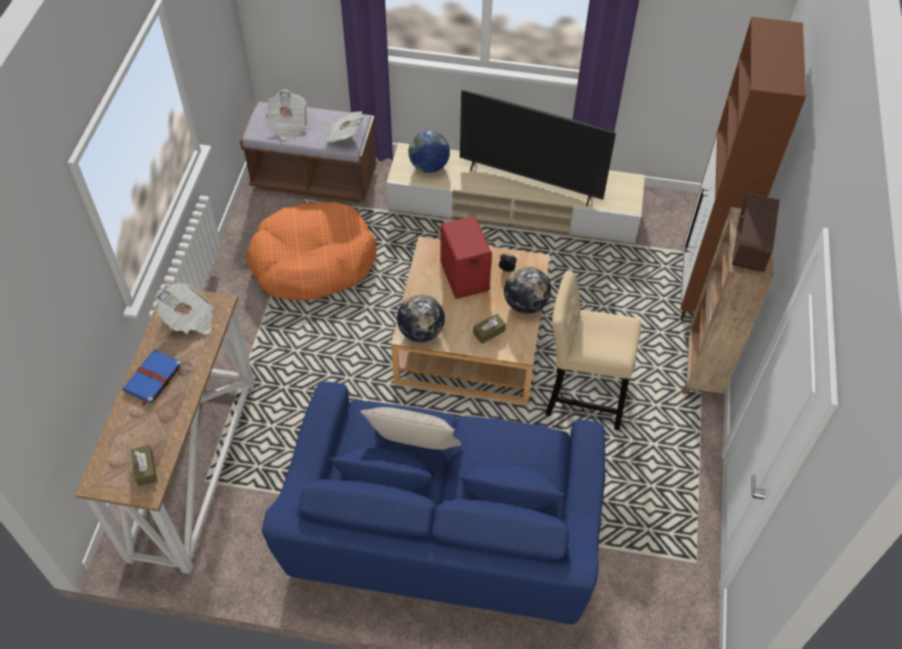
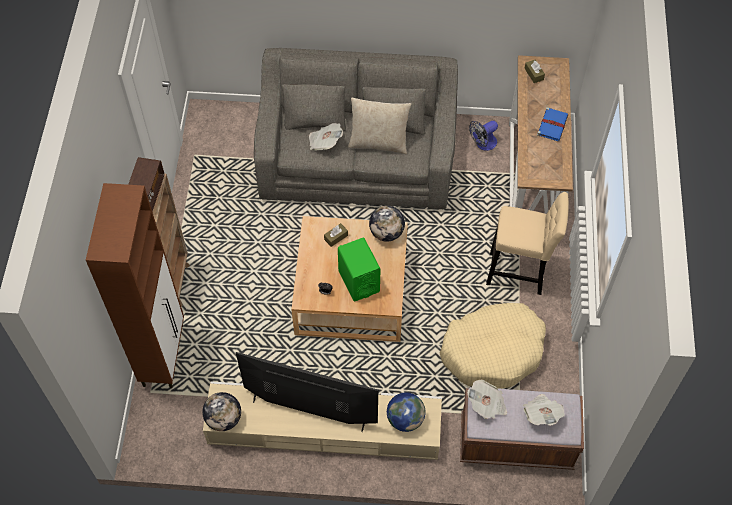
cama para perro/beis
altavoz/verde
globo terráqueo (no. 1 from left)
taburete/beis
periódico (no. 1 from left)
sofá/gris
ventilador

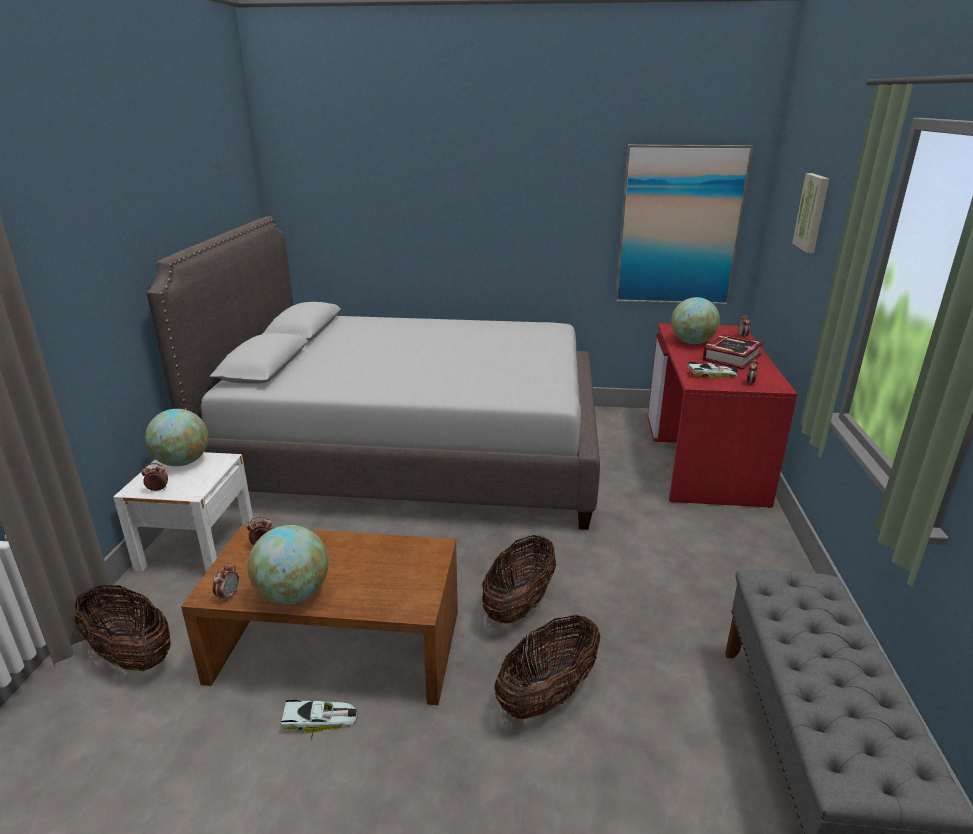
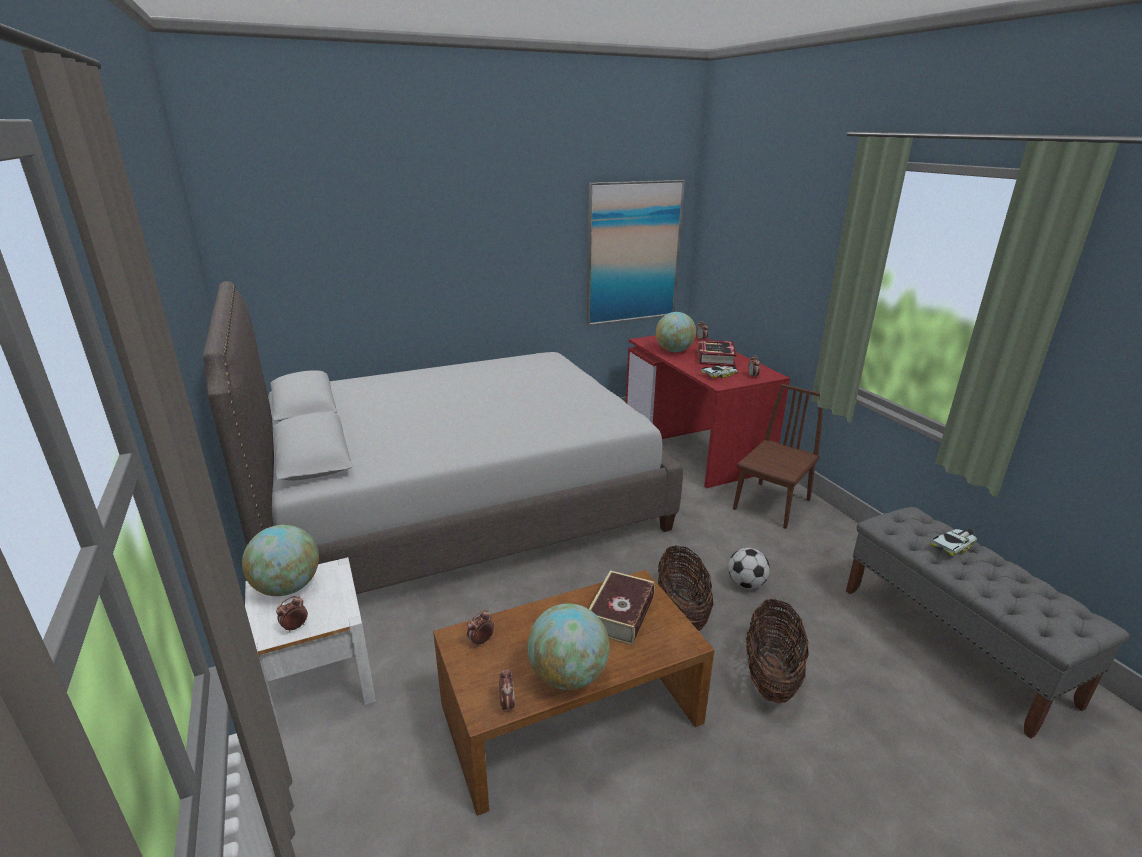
cuadro (no. 2 from left in the first image)
cesta (no. 1 from left in the first image)
coche de juguete (no. 2 from left)
silla/marrón
balón de fútbol
libro (no. 1 from left)

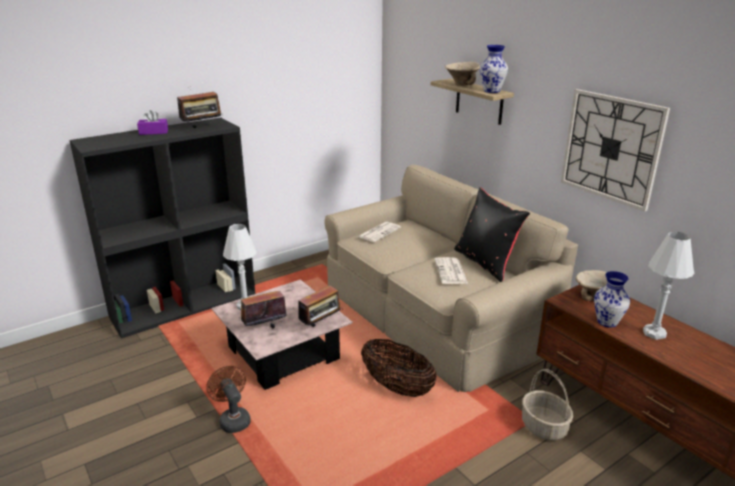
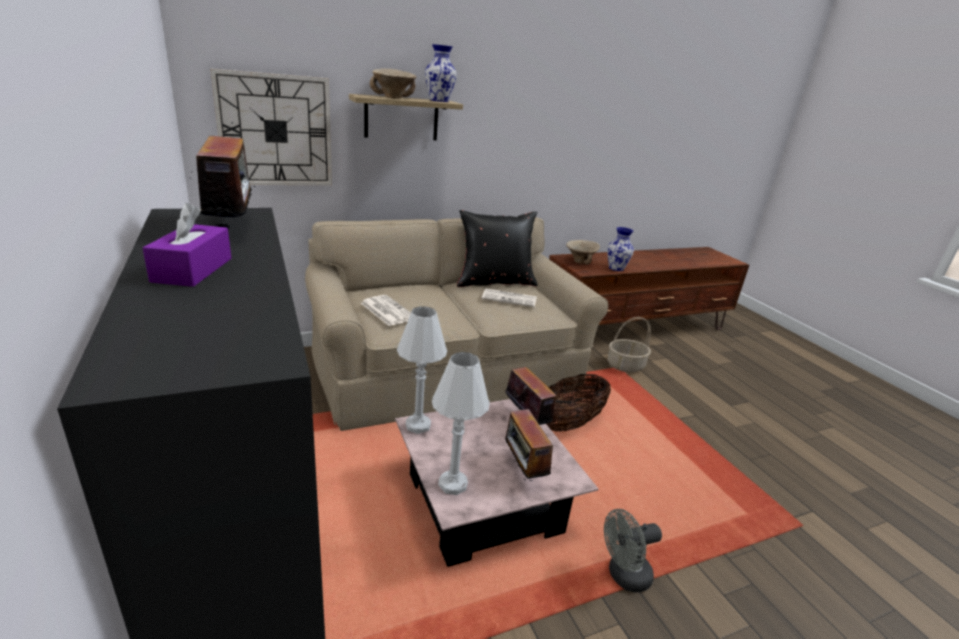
reloj de pared
lámpara de mesa/blanco (no. 1 from left)
ventilador/gris

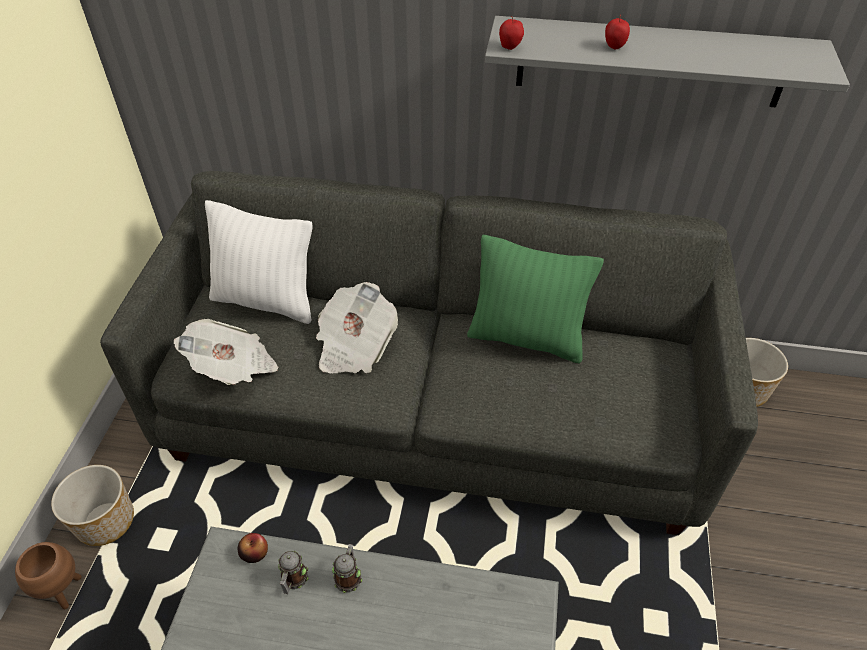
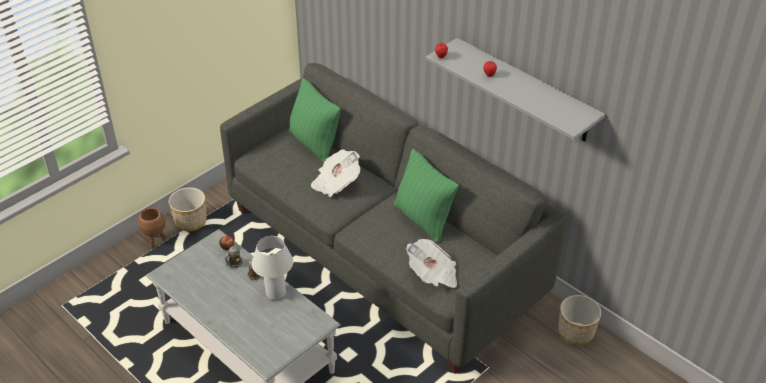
cojín/verde (no. 1 from left)
periódico (no. 2 from left)
lámpara de mesa/blanco

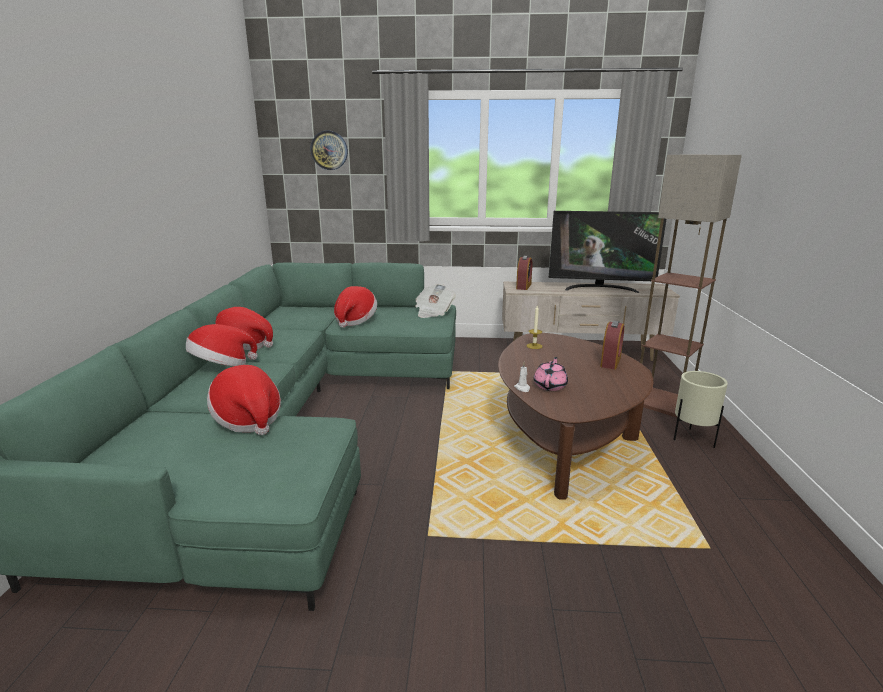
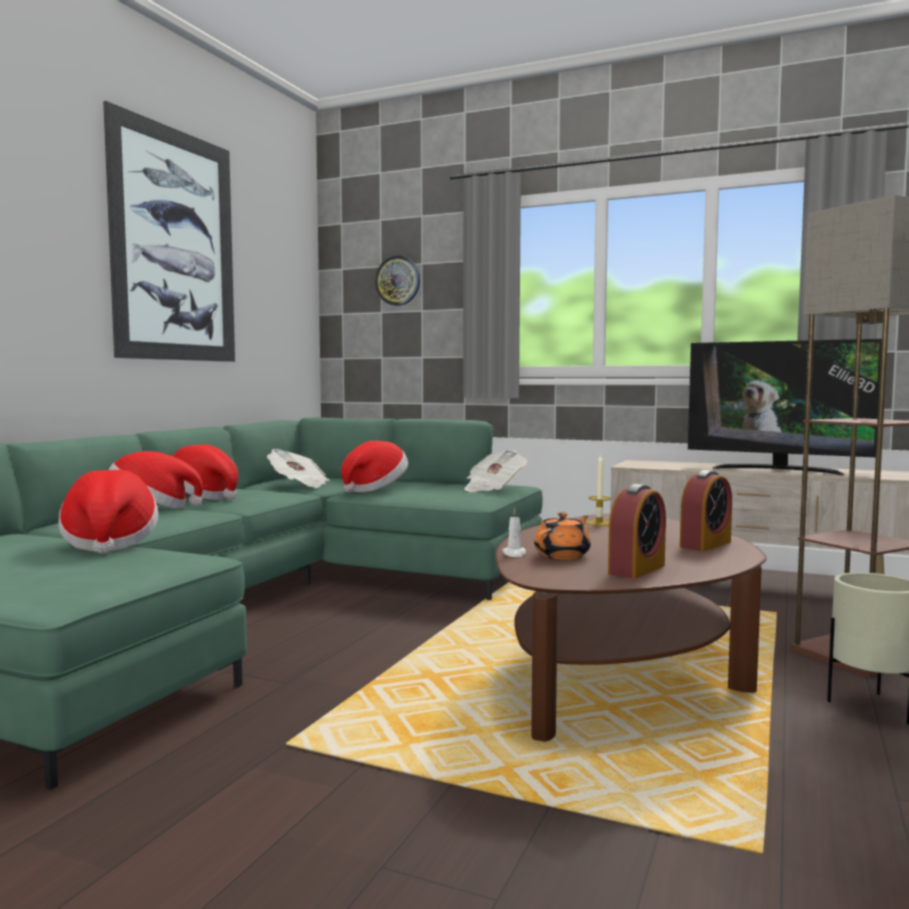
despertador (no. 1 from left)
tetera/naranja
cuadro
periódico (no. 1 from left)

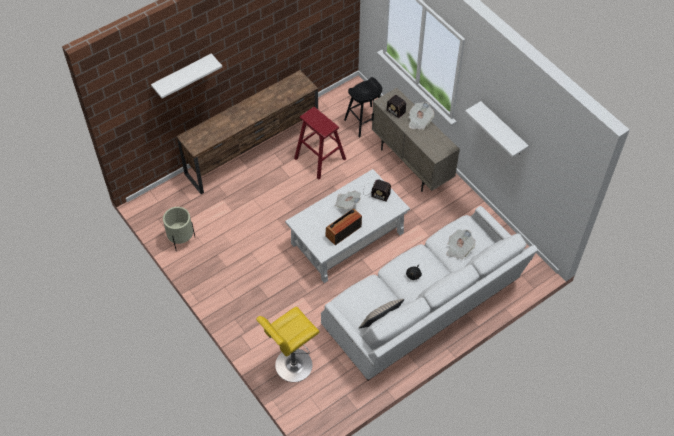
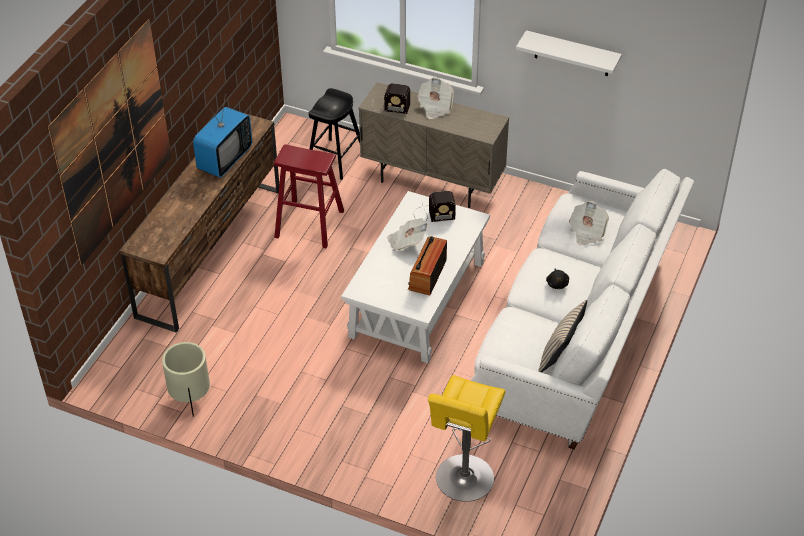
cuadro
televisor

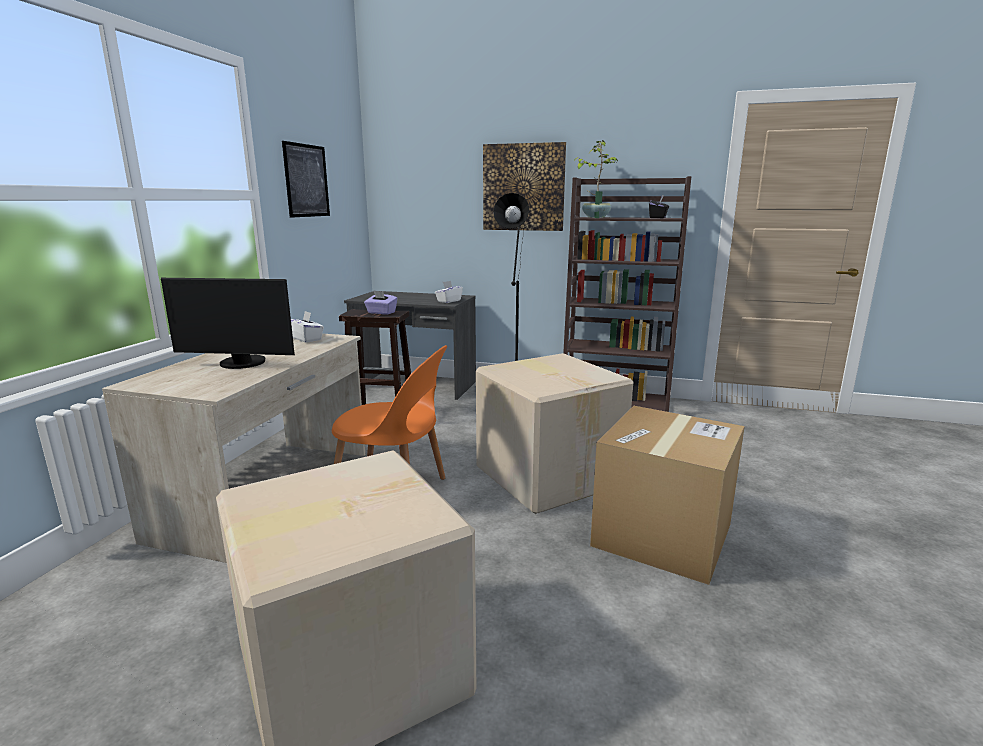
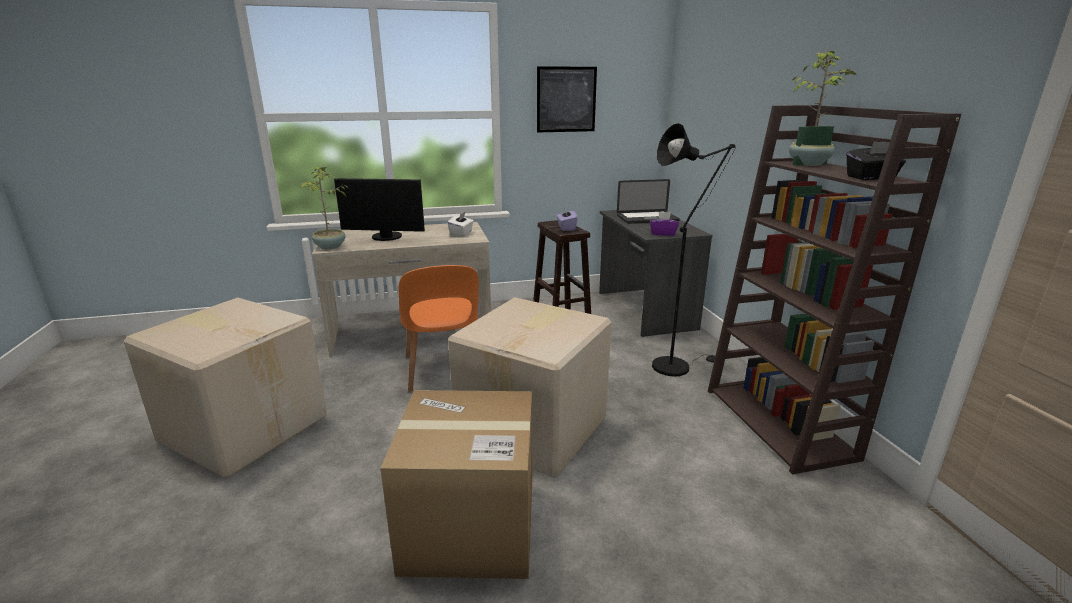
cuadro (no. 2 from left in the first image)
monitor
caja de pañuelos/morado (no. 2 from left)
planta en maceta (no. 1 from left)
portátil

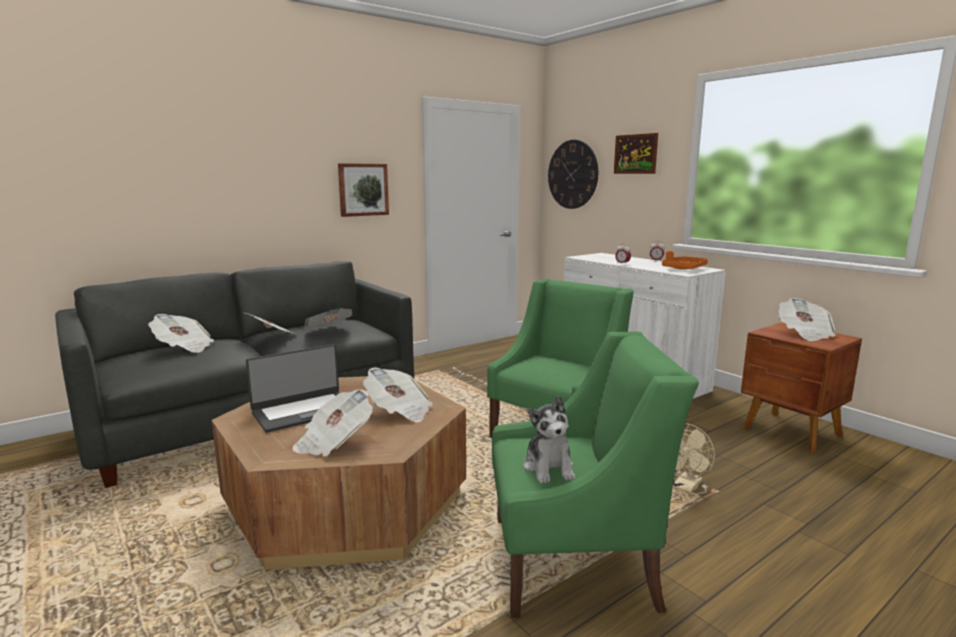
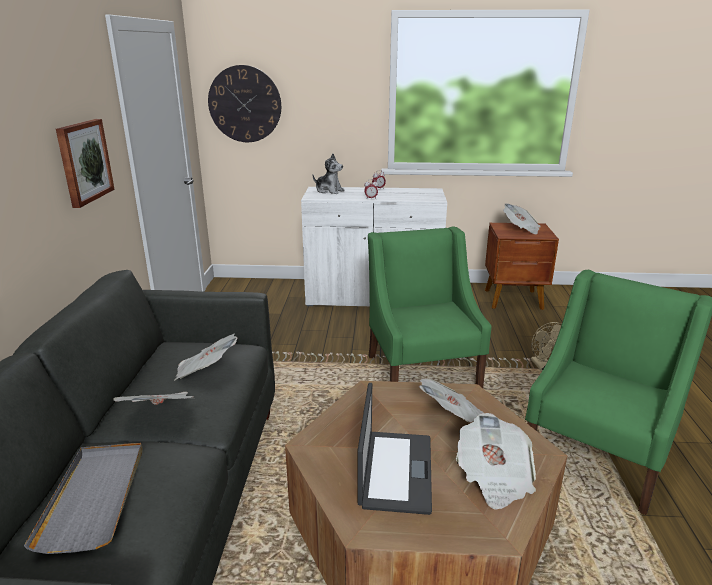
cuadro (no. 2 from left in the first image)
bandeja/naranja
bandeja/gris
peluche

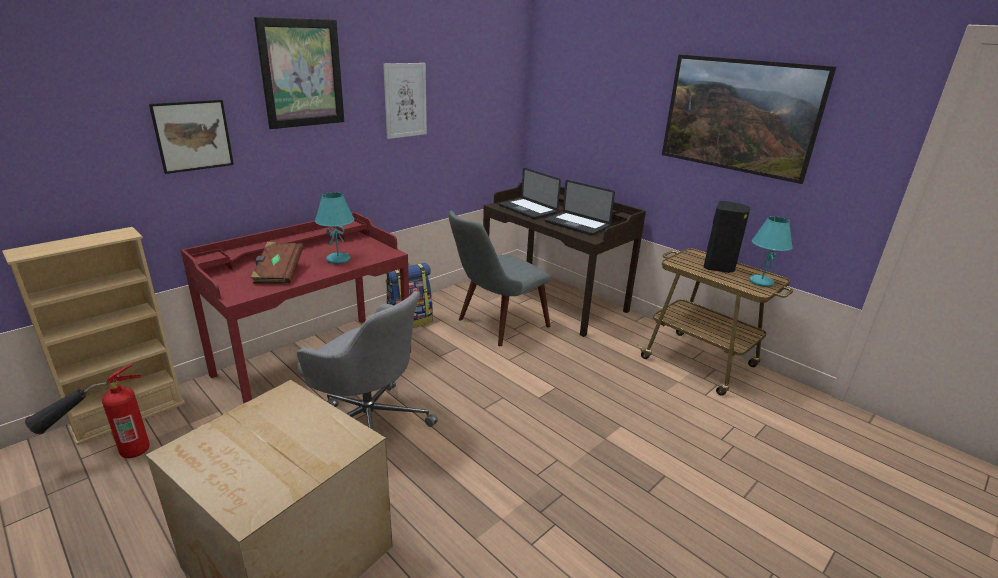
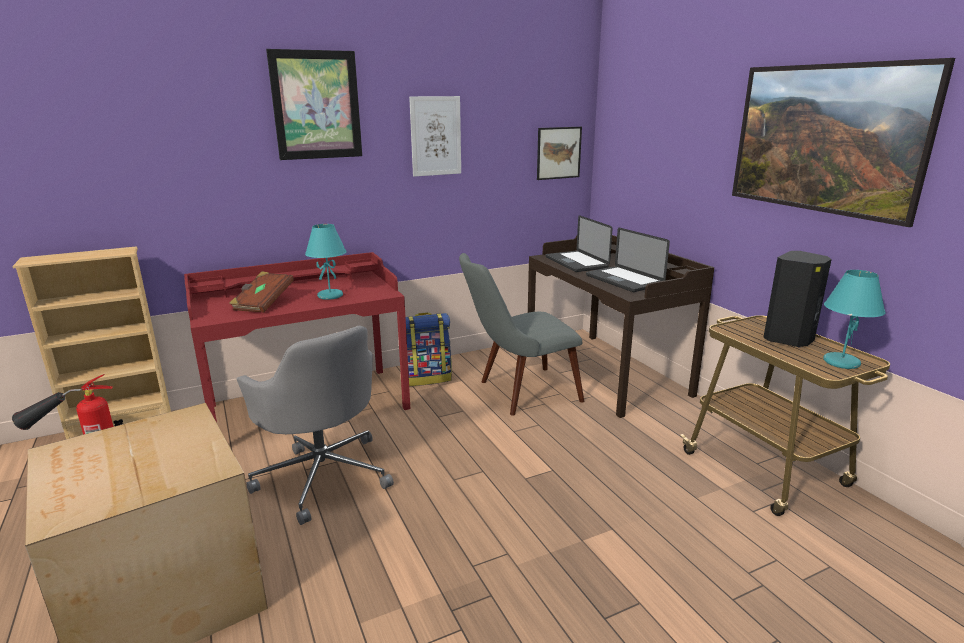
cuadro (no. 3 from left)

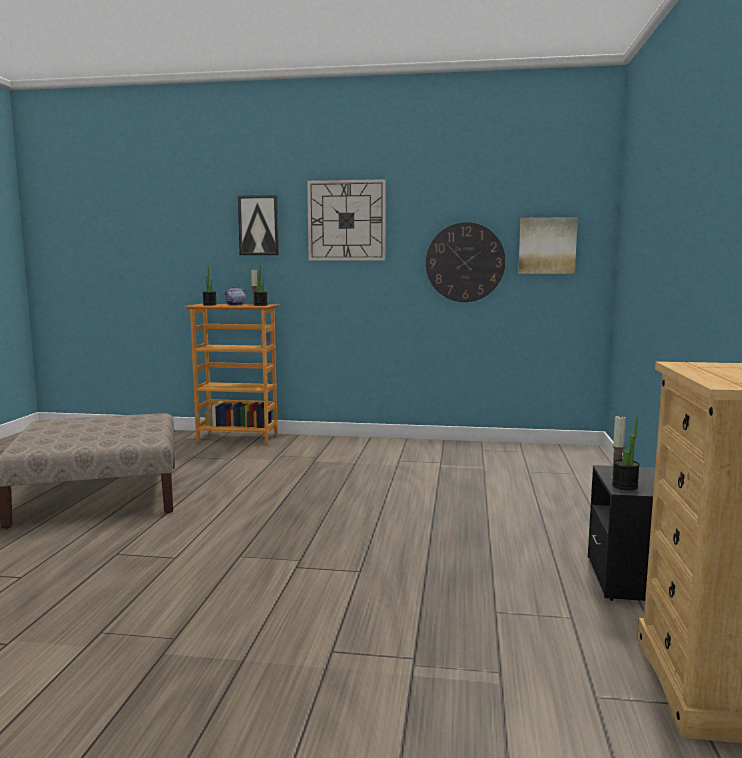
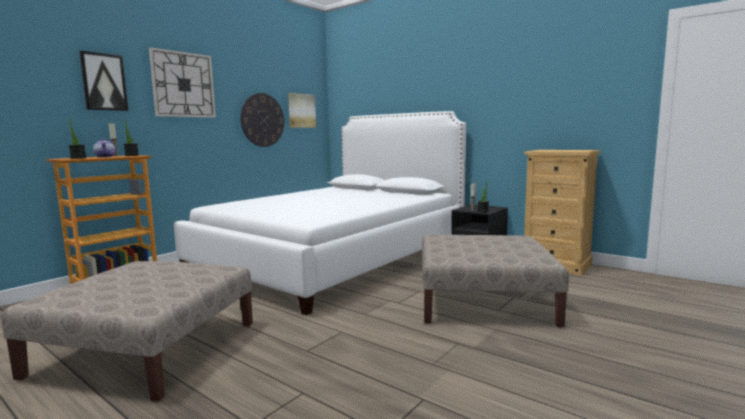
cama/blanco
puf/beis (no. 2 from left)

